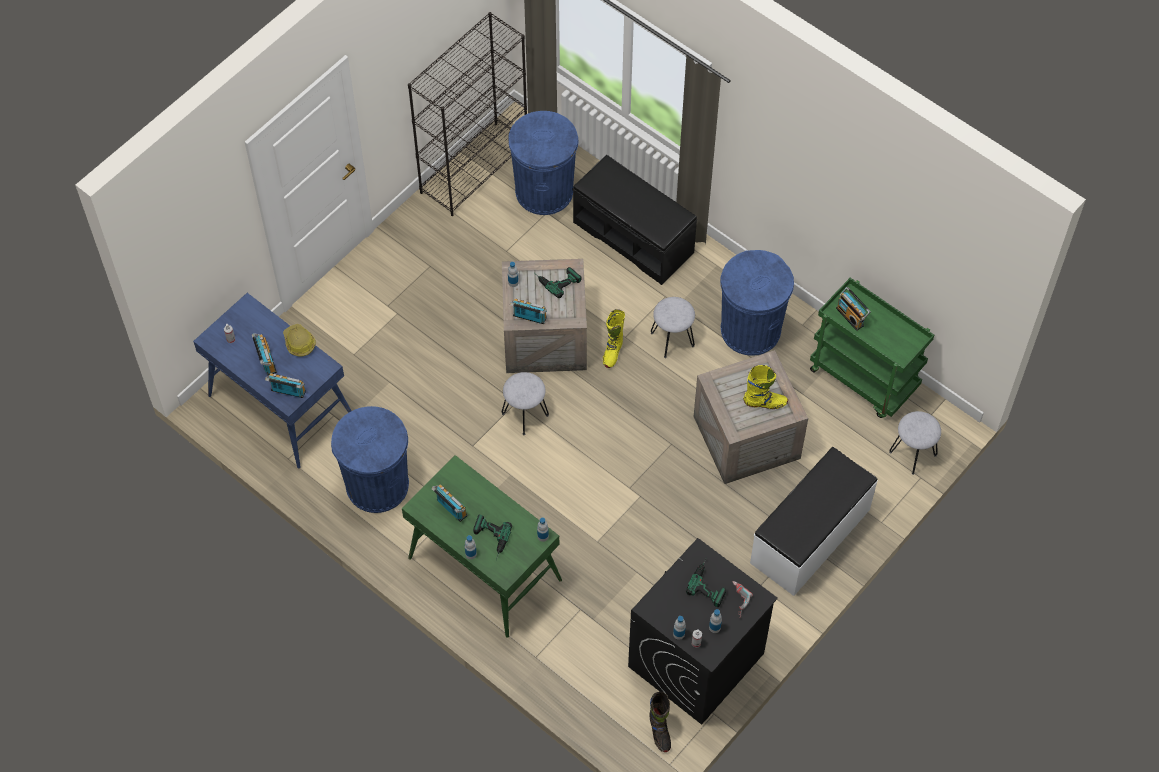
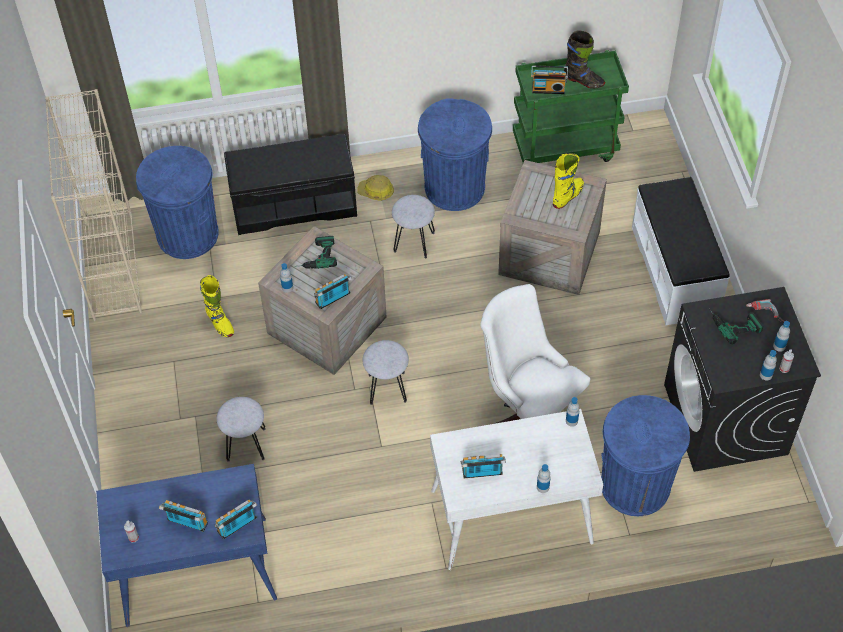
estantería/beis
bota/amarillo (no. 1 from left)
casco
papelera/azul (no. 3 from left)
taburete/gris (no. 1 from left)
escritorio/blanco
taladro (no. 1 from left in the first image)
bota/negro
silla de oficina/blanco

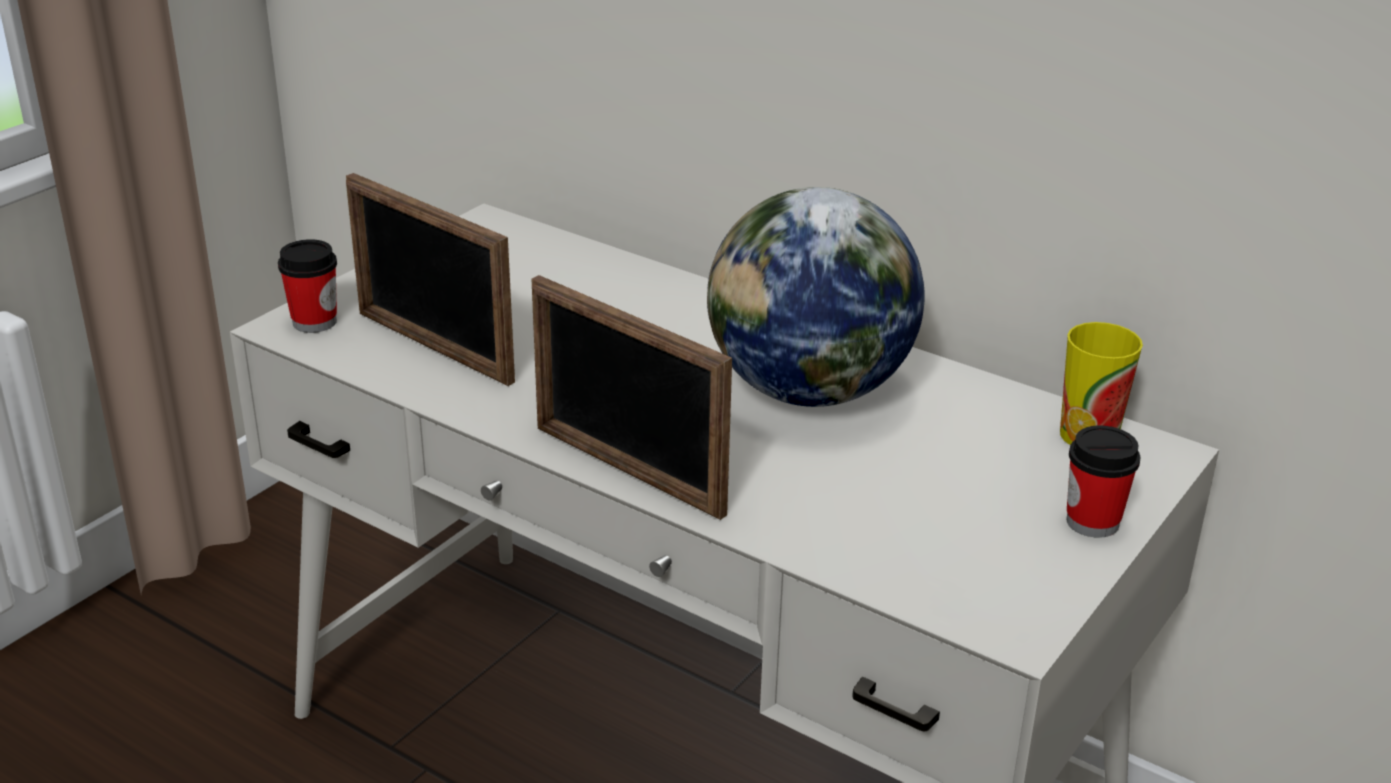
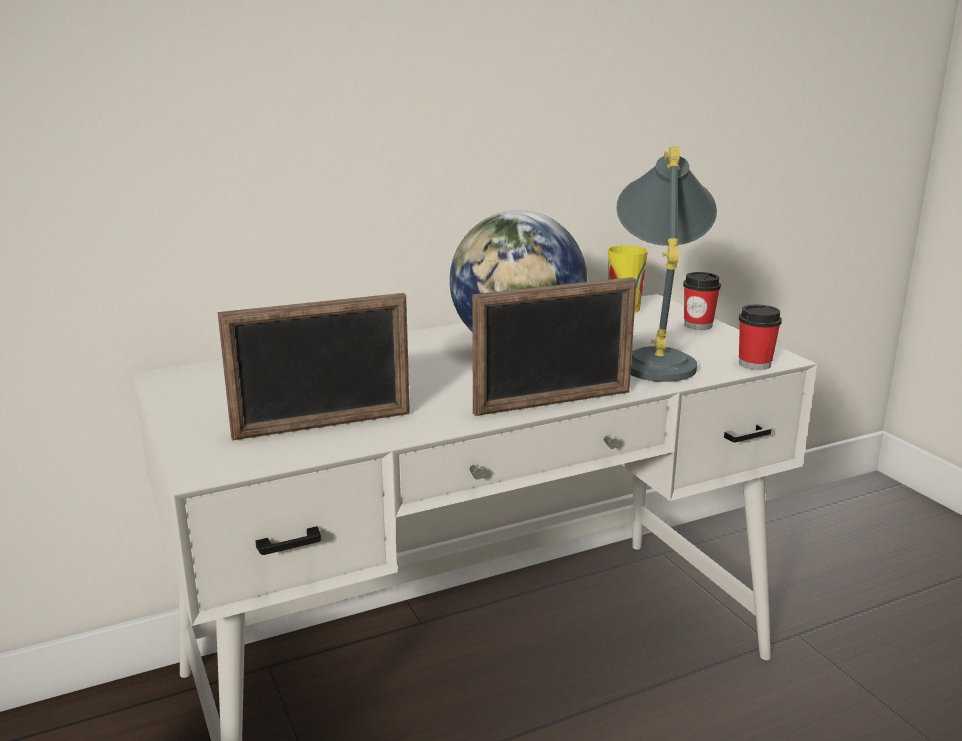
taza (no. 3 from left)
lámpara de mesa/gris

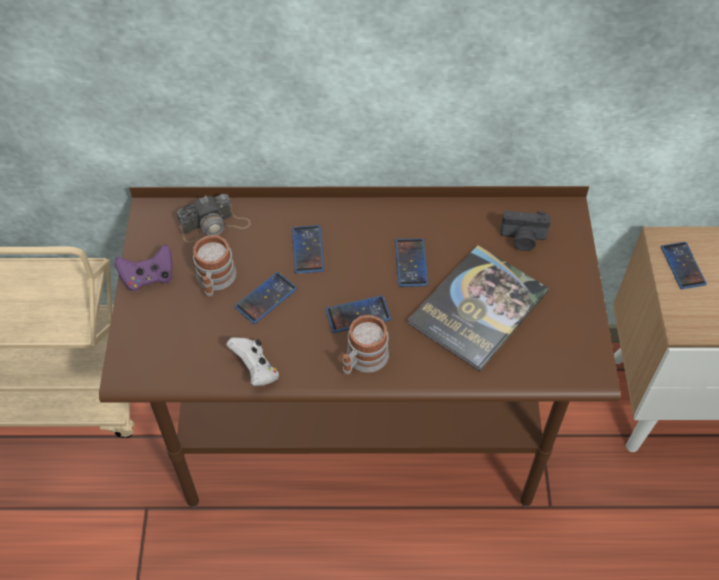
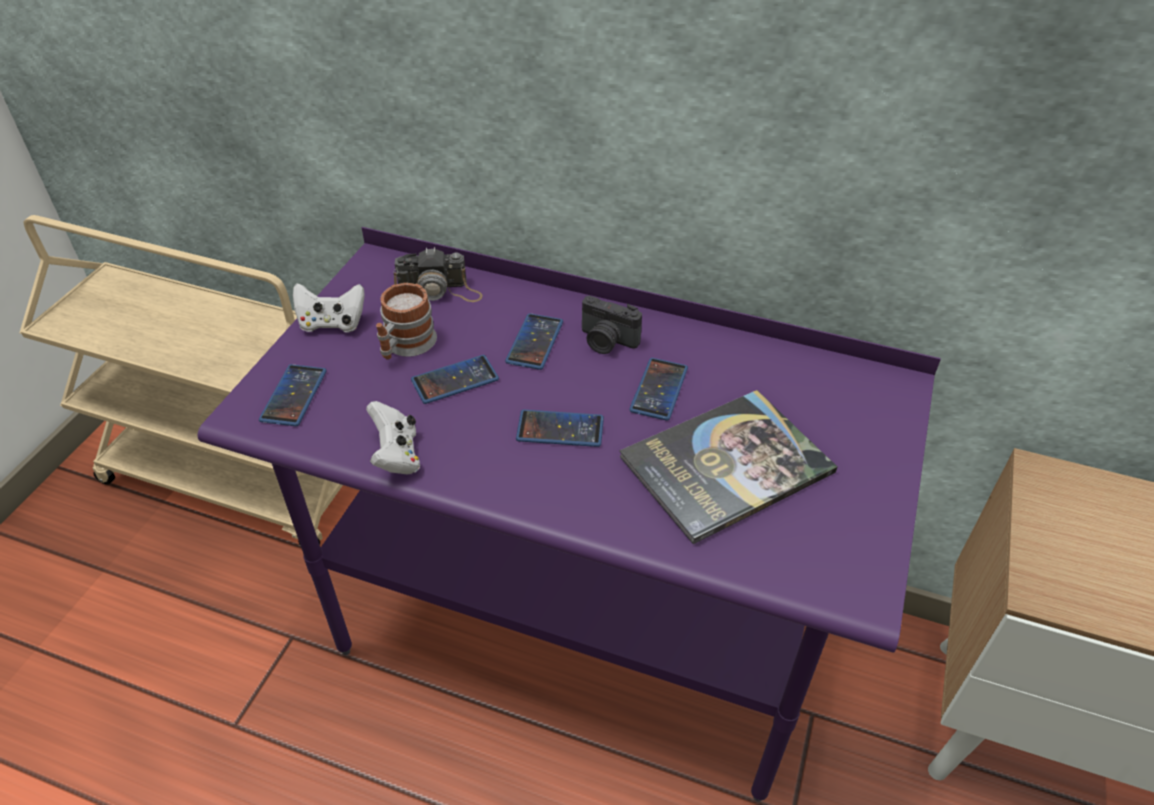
escritorio/morado
cámara (no. 2 from left)
móvil (no. 1 from left)
mando de consola/blanco (no. 1 from left)
taza grande (no. 2 from left in the first image)

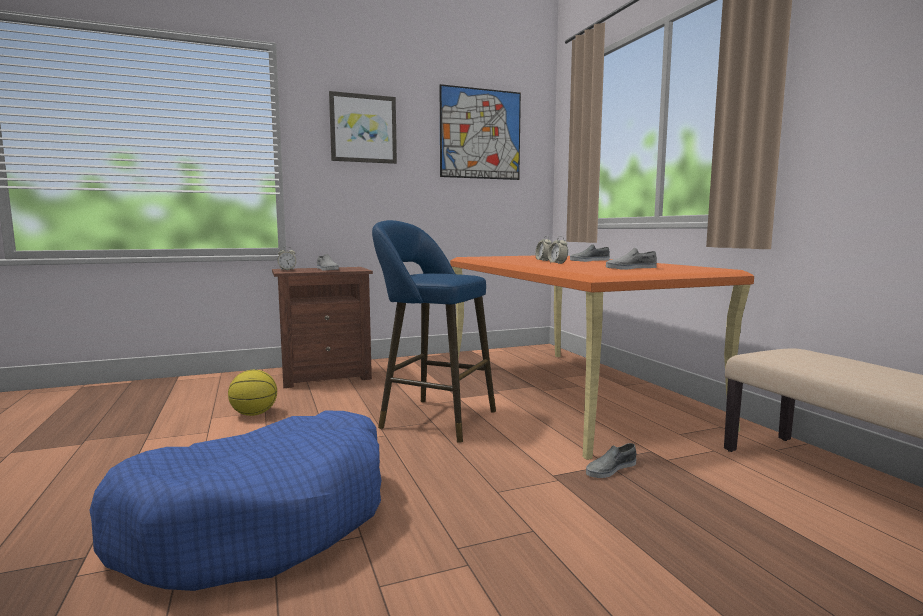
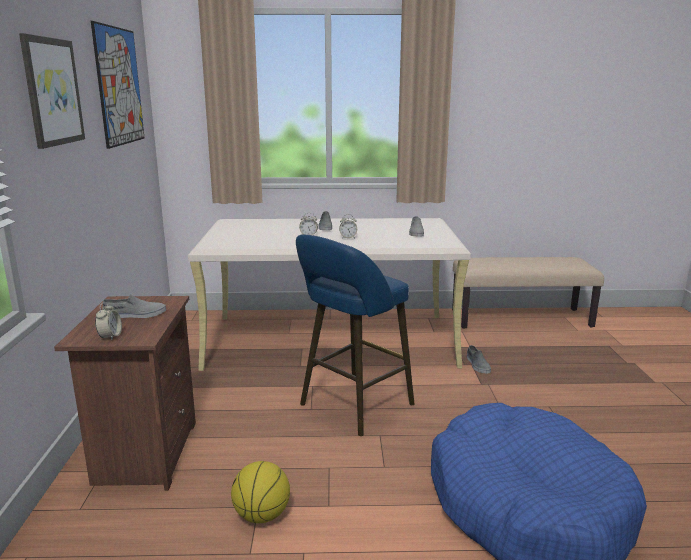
escritorio/beis

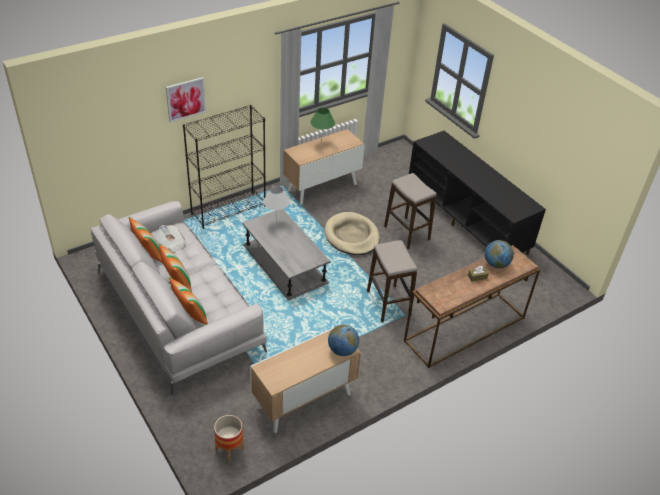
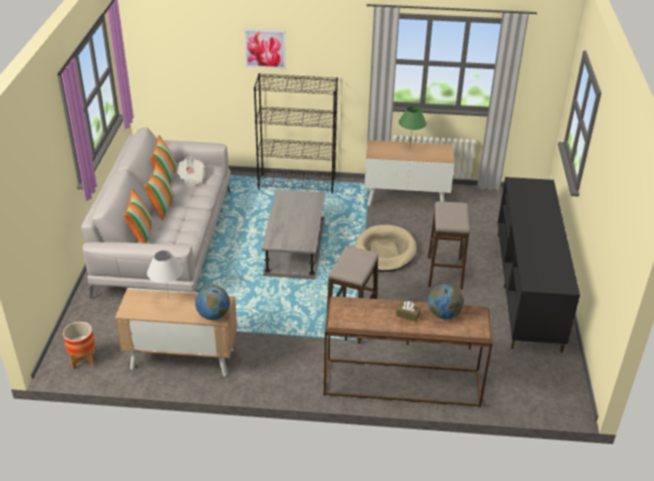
lámpara de mesa/blanco

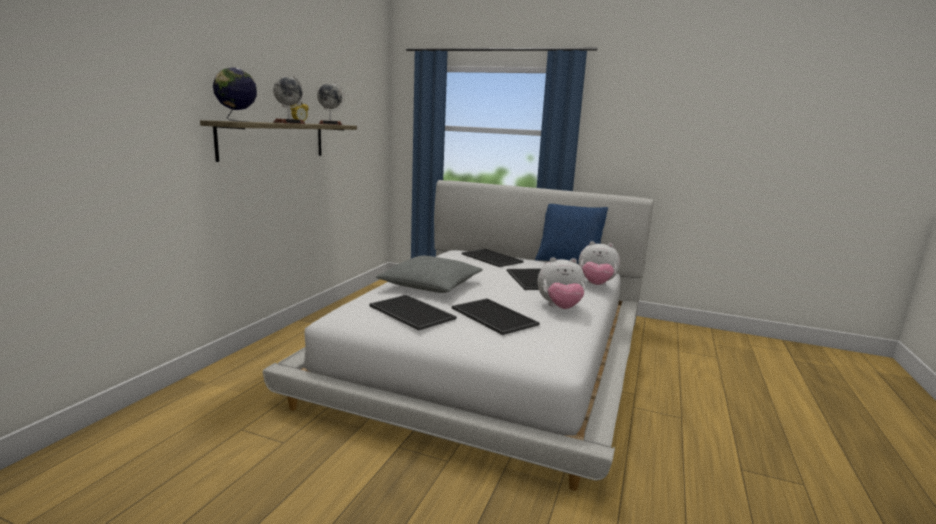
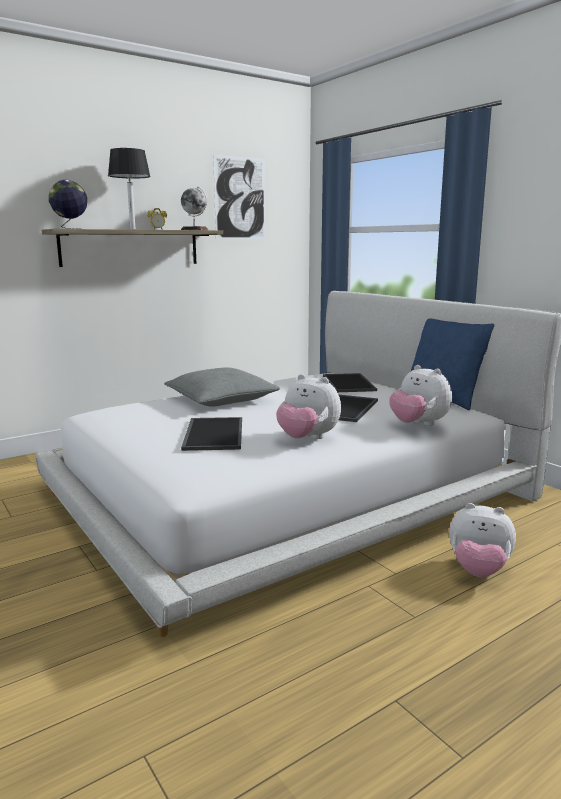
lámpara de mesa/negro
bandeja (no. 1 from left in the first image)
cuadro
peluche (no. 3 from left)

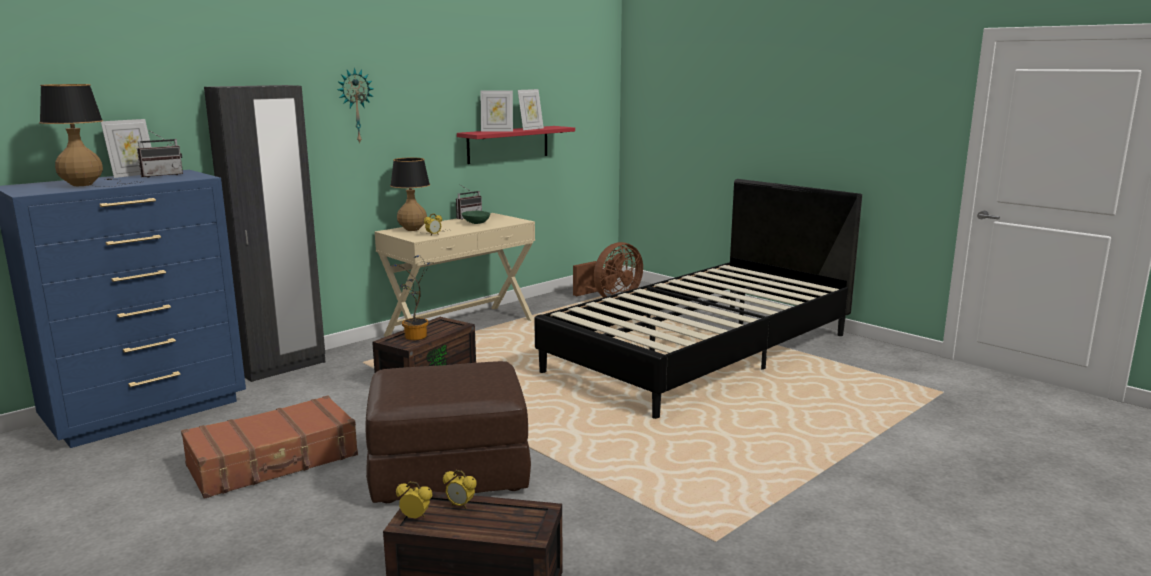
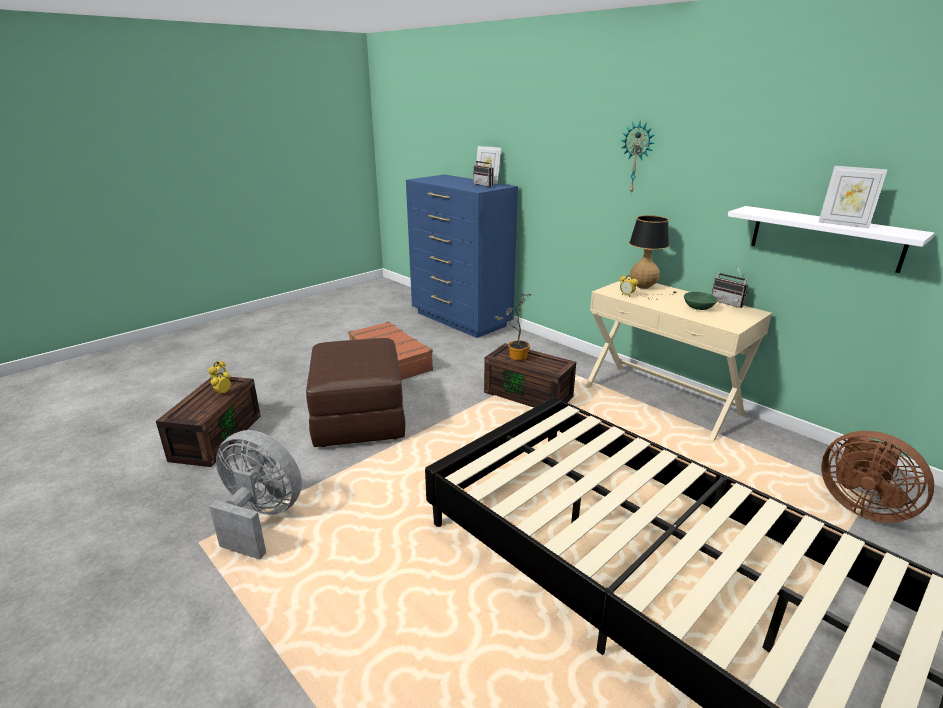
lámpara de mesa (no. 1 from left in the first image)
armario ropero/negro
portarretratos (no. 2 from left in the first image)
estante/blanco
ventilador/gris

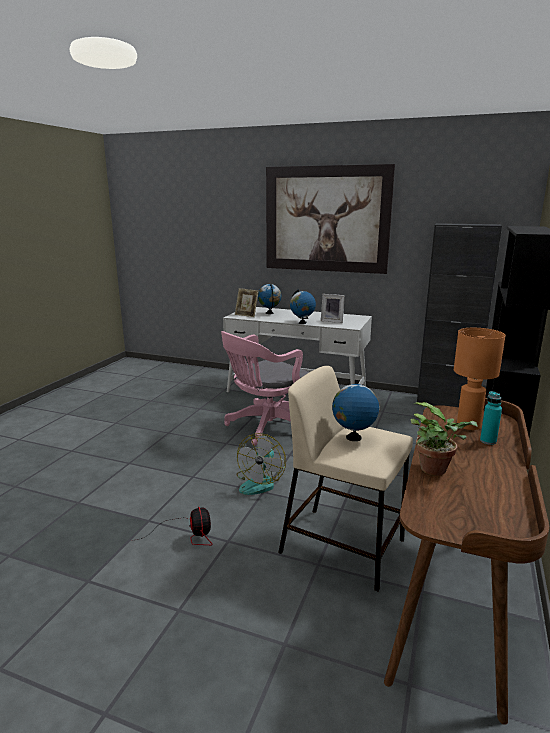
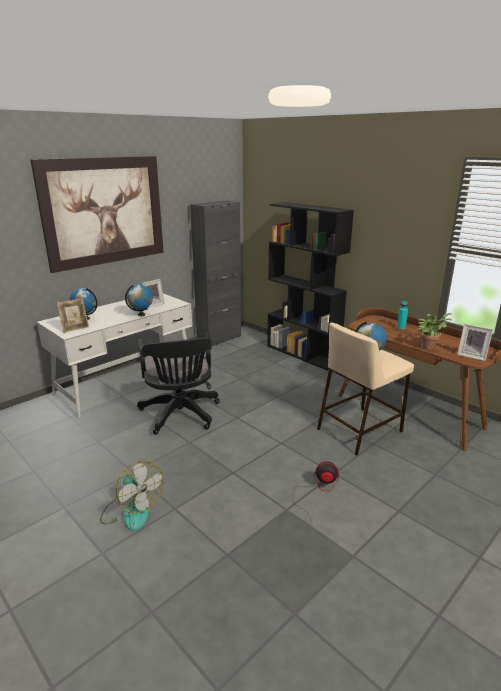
lámpara de mesa/naranja
silla de oficina/negro
ventilador (no. 1 from left)
portarretratos (no. 3 from left)

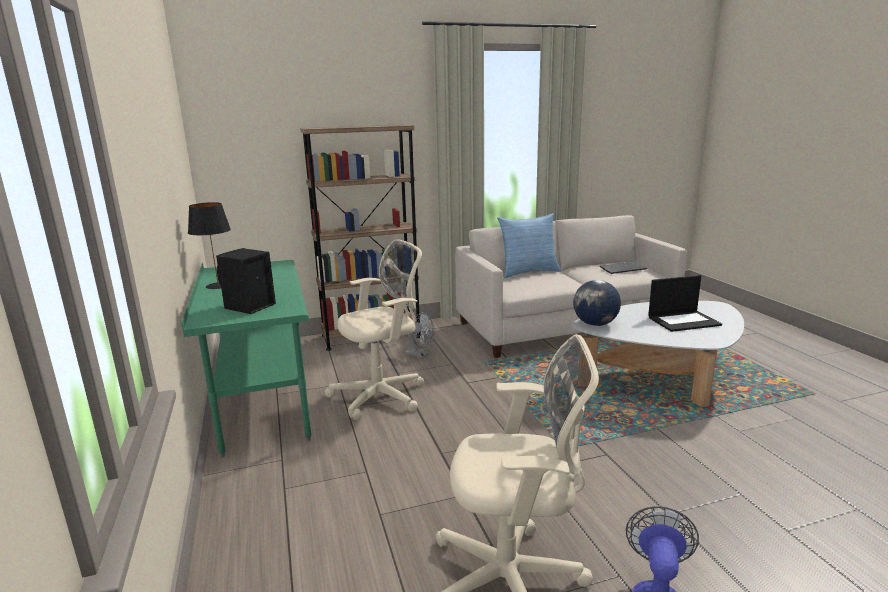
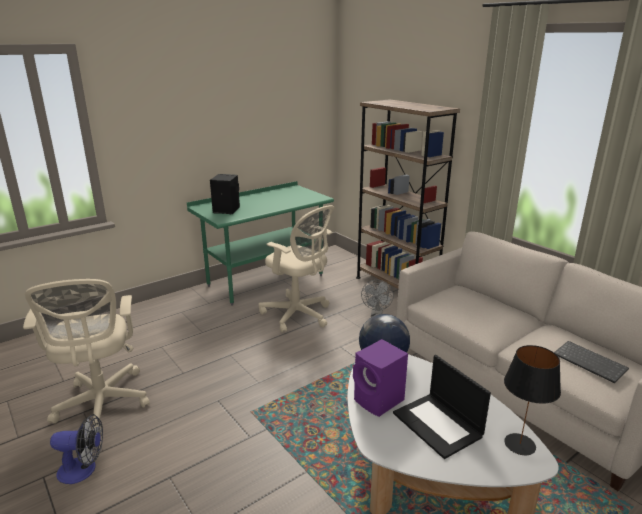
lámpara de mesa/negro
cojín
altavoz/morado

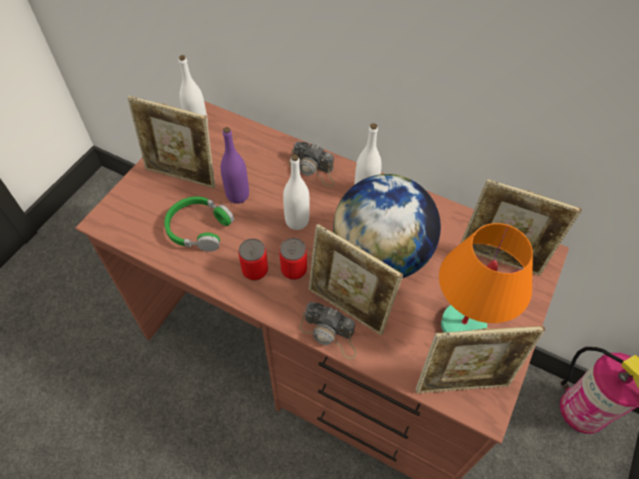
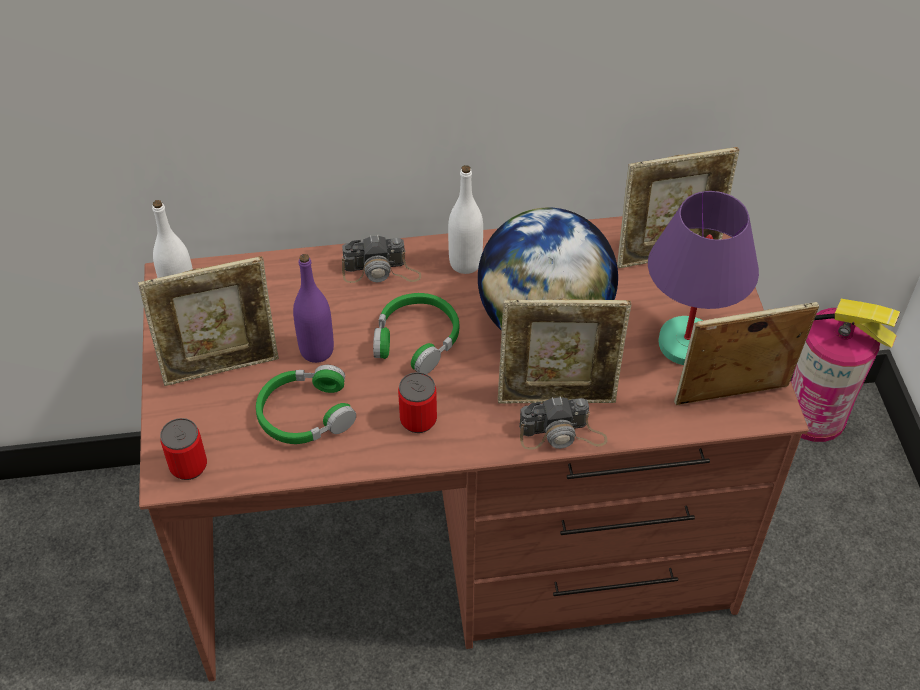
auriculares/verde (no. 2 from left)
lámpara de mesa/morado
lata (no. 1 from left)
portarretratos (no. 4 from left)

